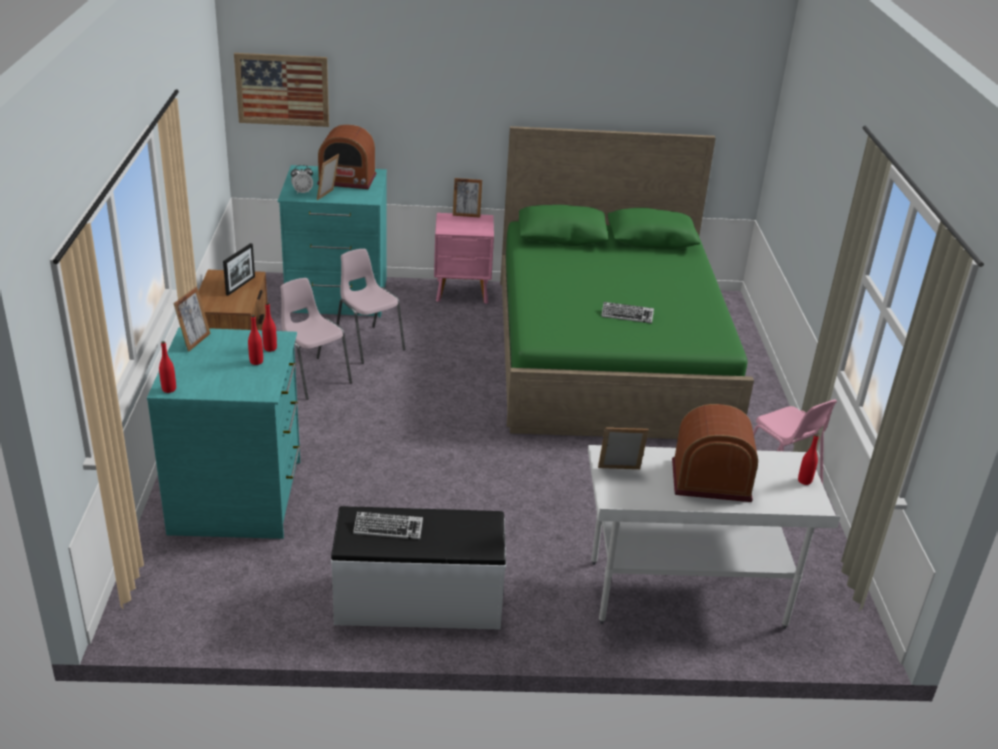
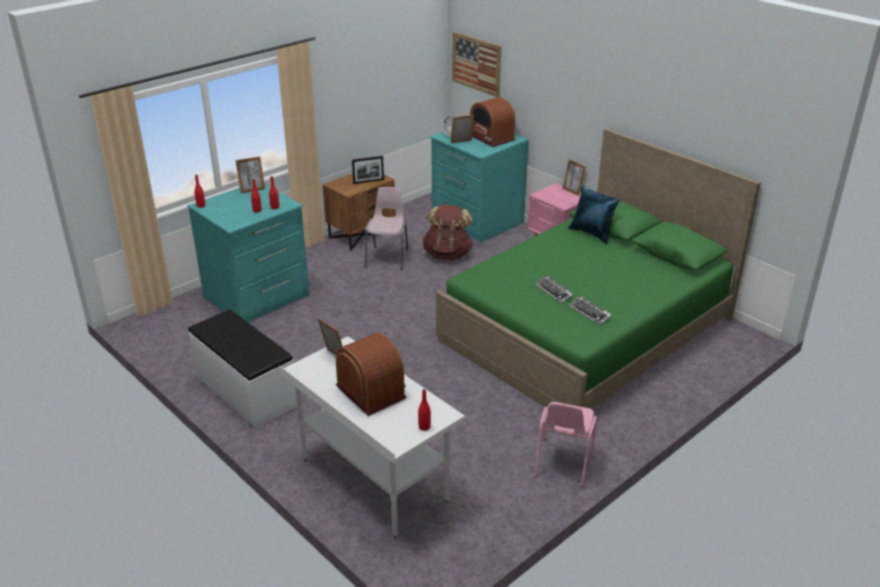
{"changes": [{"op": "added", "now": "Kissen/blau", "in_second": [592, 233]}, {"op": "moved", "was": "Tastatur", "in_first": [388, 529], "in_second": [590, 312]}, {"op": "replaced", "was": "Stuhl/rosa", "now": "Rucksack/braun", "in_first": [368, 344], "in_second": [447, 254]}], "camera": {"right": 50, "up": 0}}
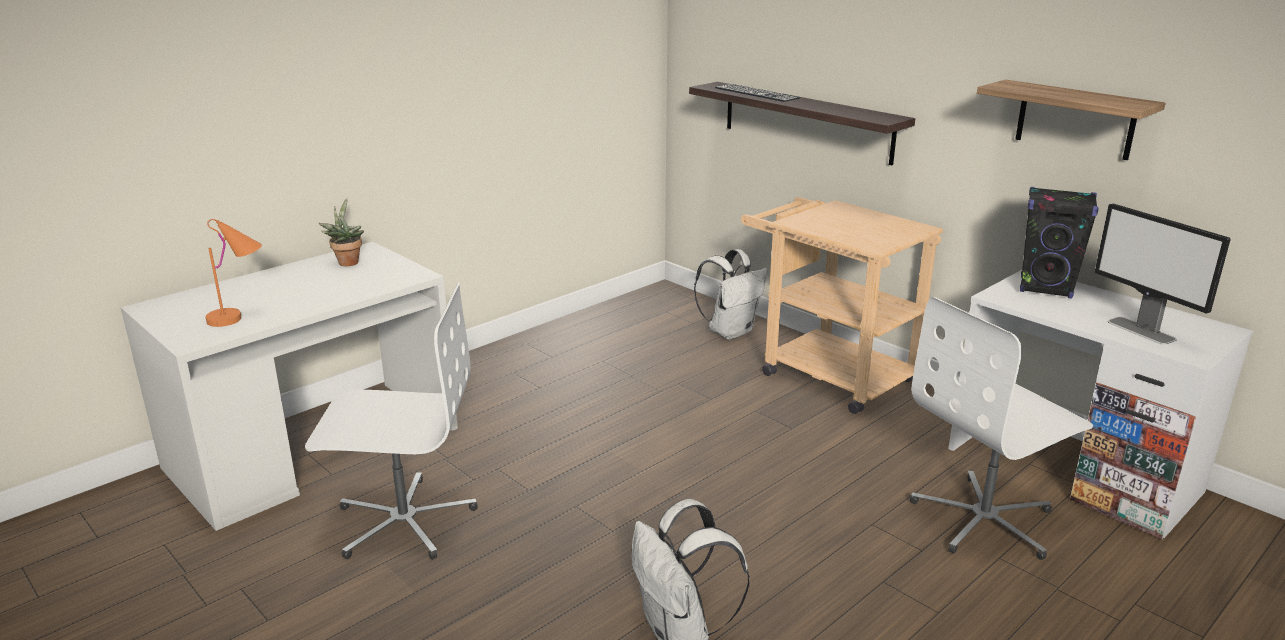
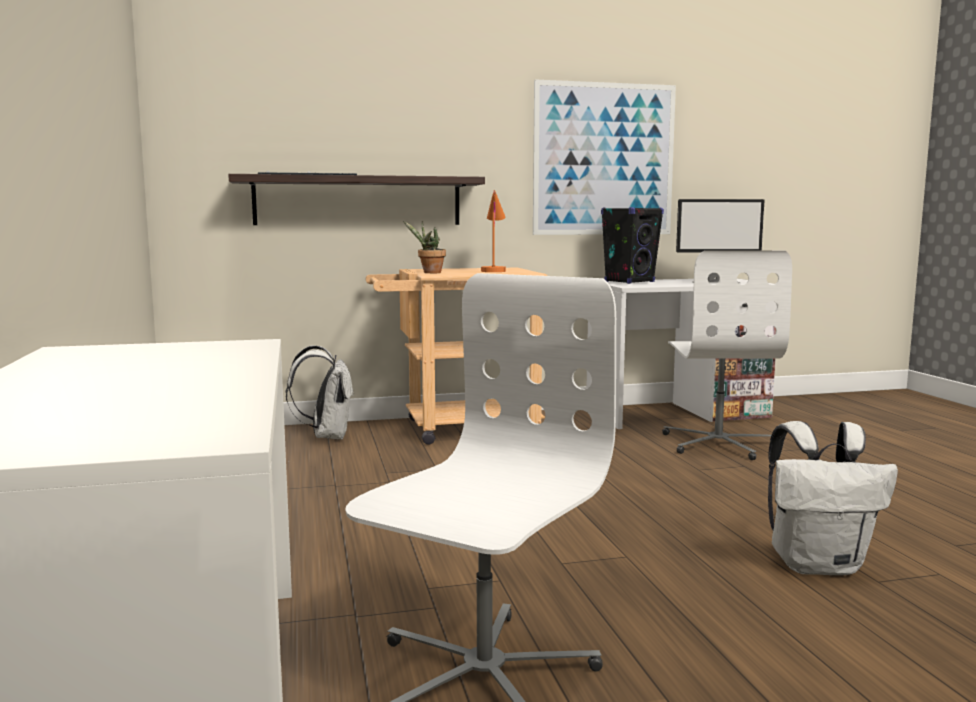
{"changes": [{"op": "moved", "was": "Tischlampe/orange", "in_first": [240, 317], "in_second": [494, 270]}, {"op": "moved", "was": "Topfpflanze", "in_first": [347, 262], "in_second": [429, 272]}, {"op": "replaced", "was": "Wandregal", "now": "Bild", "in_first": [1075, 120], "in_second": [604, 159]}], "camera": {"right": -60, "up": -15}}
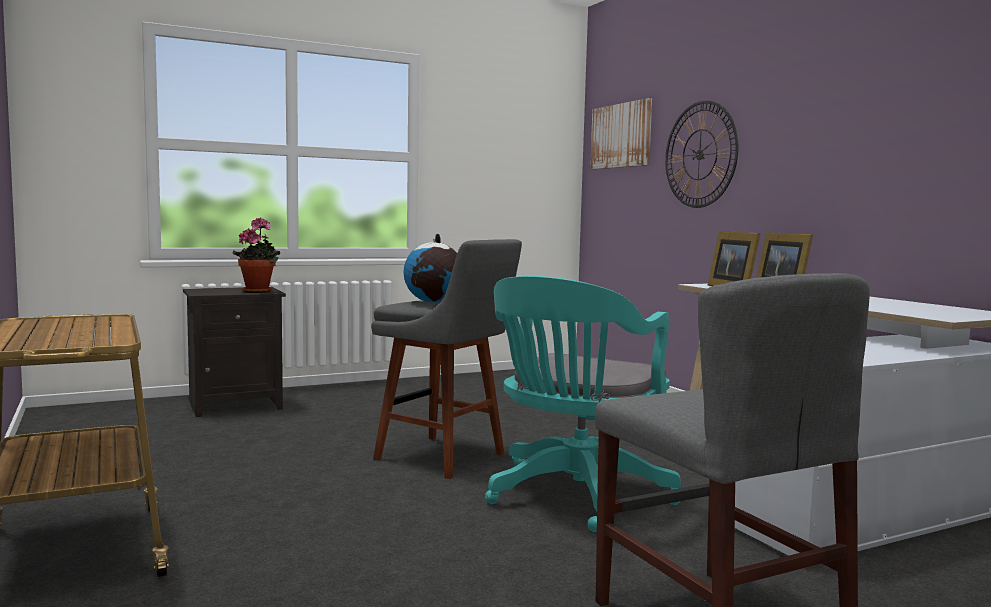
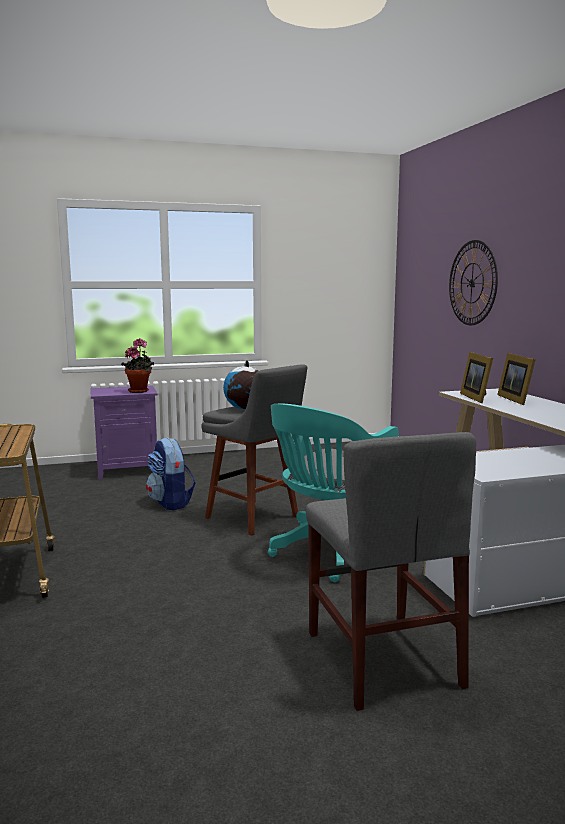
{"changes": [{"op": "removed", "was": "Bild", "in_first": [621, 136]}, {"op": "added", "now": "Rucksack", "in_second": [171, 503]}, {"op": "recoloured", "was": "Nachttisch/schwarz", "now": "Nachttisch/lila", "in_first": [236, 405], "in_second": [128, 470]}], "camera": {"right": 10, "up": 5}}
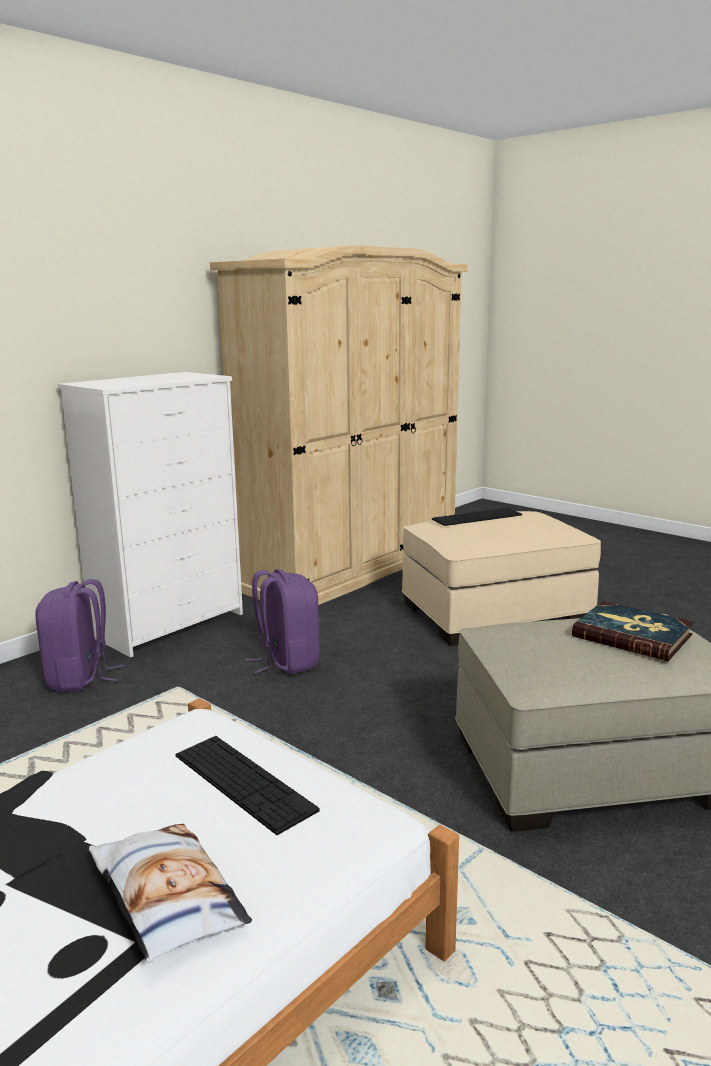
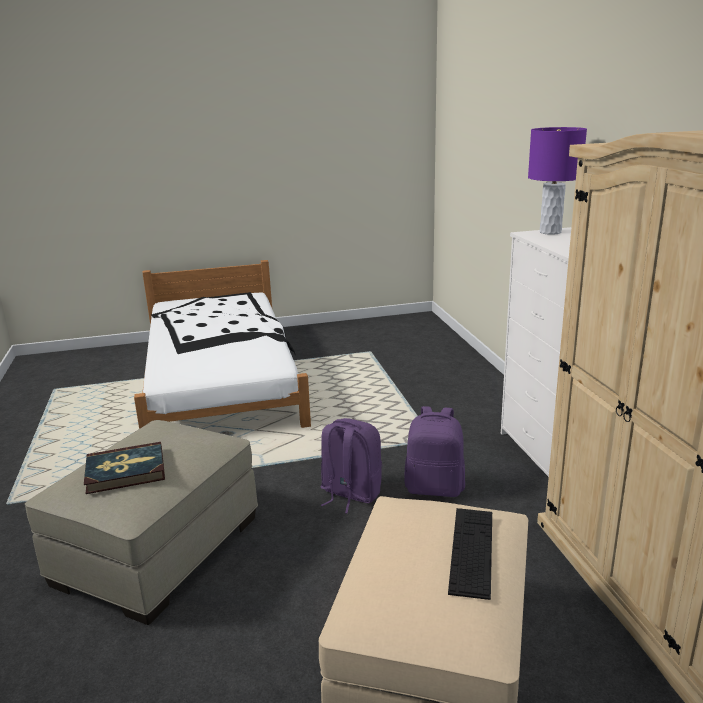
{"changes": [{"op": "removed", "was": "Kissen", "in_first": [165, 898]}, {"op": "removed", "was": "Tastatur", "in_first": [243, 782]}, {"op": "added", "now": "Tischlampe/lila", "in_second": [550, 232]}, {"op": "moved", "was": "Rucksack/lila", "in_first": [79, 678], "in_second": [350, 494]}], "camera": {"right": 125, "up": 5}}
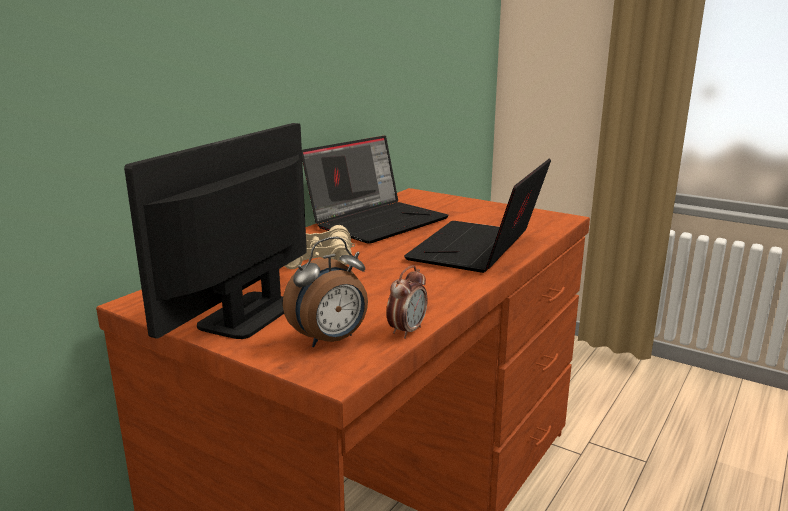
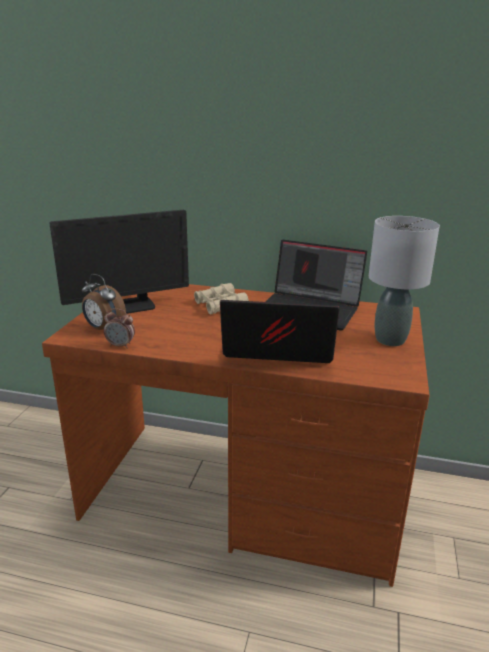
{"changes": [{"op": "added", "now": "Tischlampe/grau", "in_second": [389, 340]}, {"op": "turned", "was": "Monitor", "in_first": [248, 315], "in_second": [128, 306], "clockwise": 150}], "camera": {"right": 70, "up": 5}}
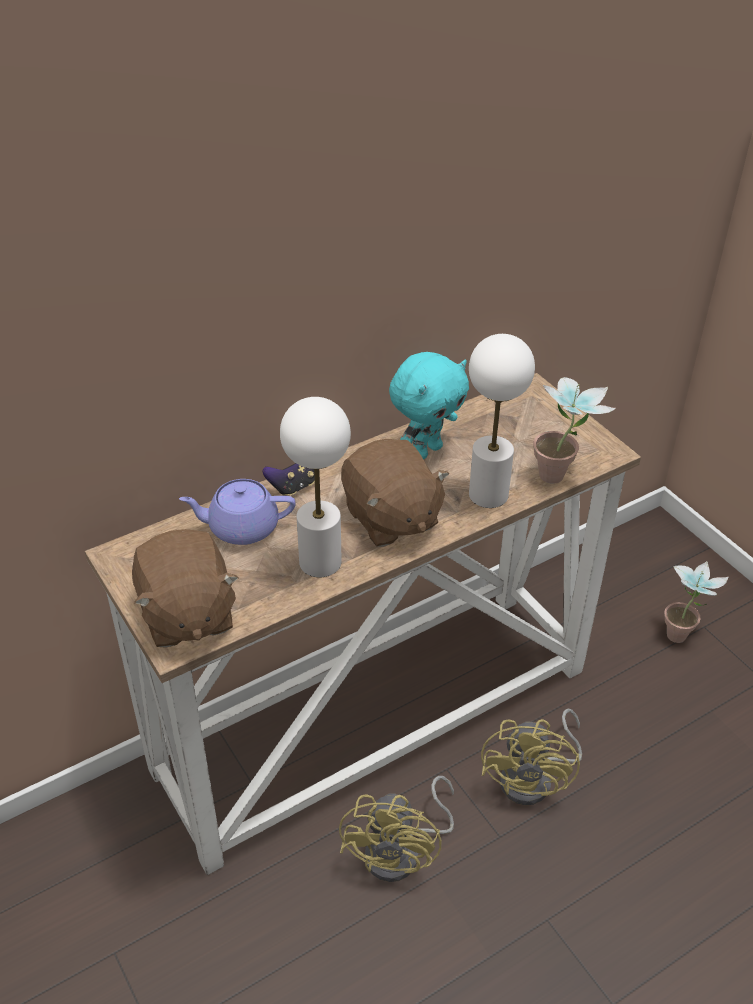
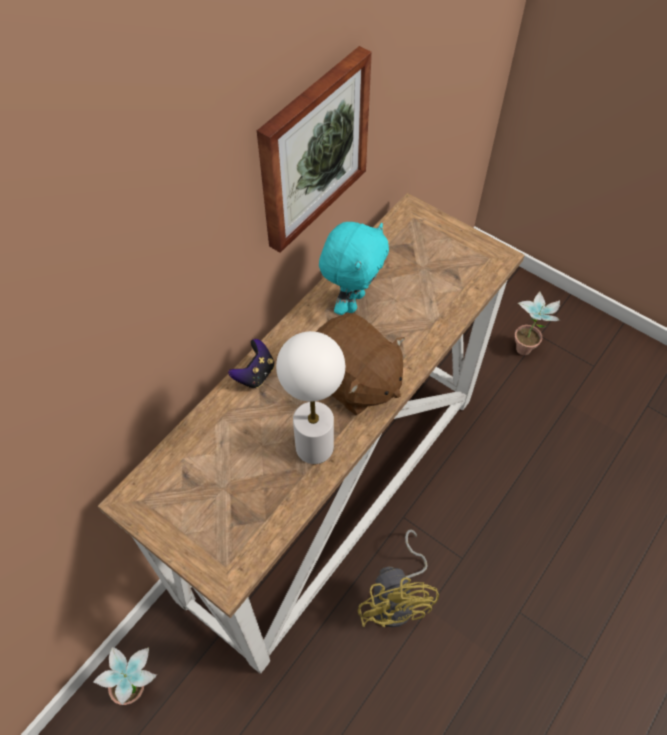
{"changes": [{"op": "removed", "was": "Plüschtier/braun", "in_first": [186, 615]}, {"op": "removed", "was": "Teekanne/lila", "in_first": [241, 527]}, {"op": "removed", "was": "Tischlampe/weiß", "in_first": [487, 494]}, {"op": "removed", "was": "Ventilator/gelb", "in_first": [534, 779]}, {"op": "added", "now": "Bild", "in_second": [312, 150]}, {"op": "moved", "was": "Topfpflanze", "in_first": [561, 476], "in_second": [141, 688]}], "camera": {"right": -20, "up": 15}}
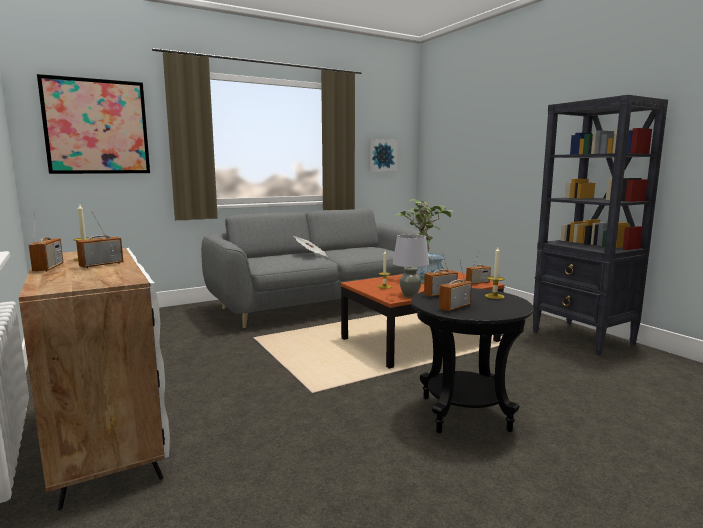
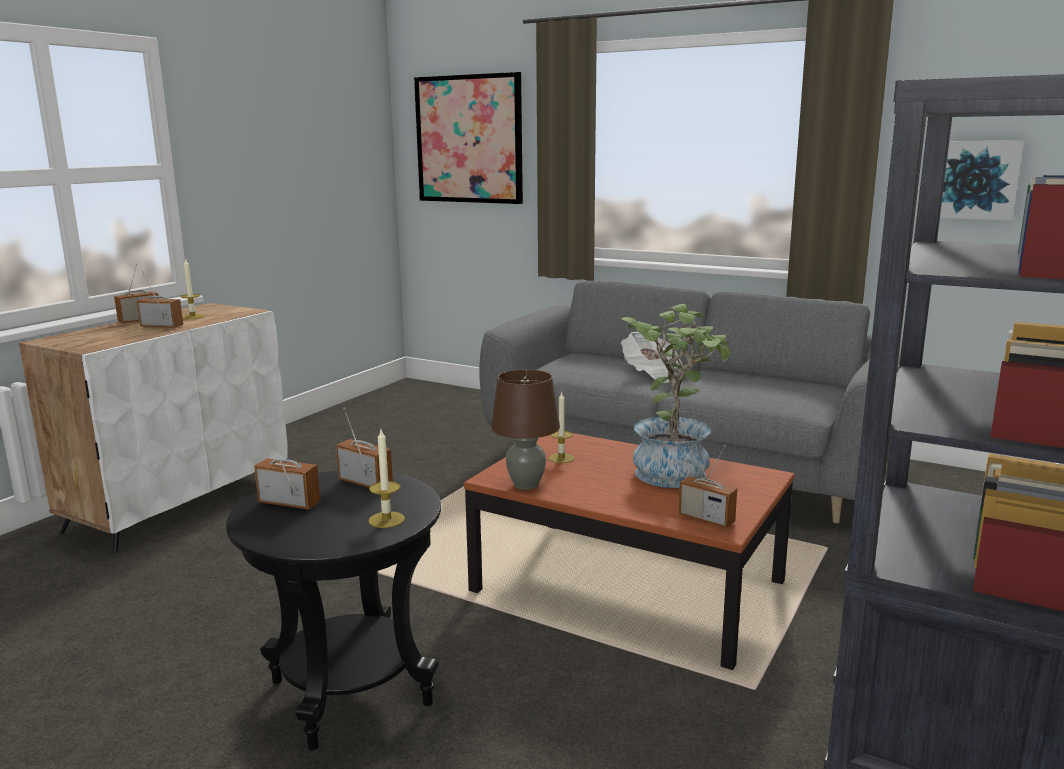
{"changes": [{"op": "recoloured", "was": "Tischlampe/grau", "now": "Tischlampe/braun", "in_first": [410, 295], "in_second": [526, 485]}], "camera": {"right": 60, "up": 5}}
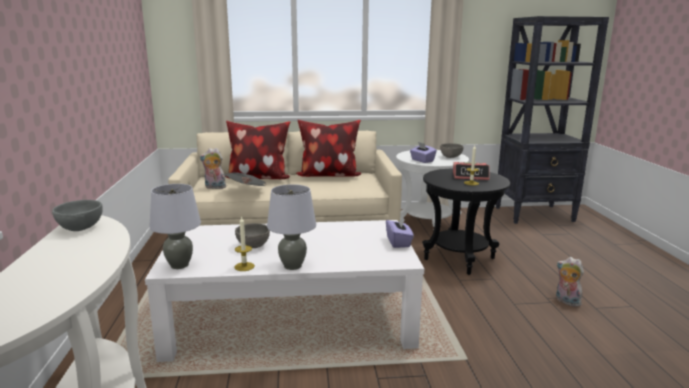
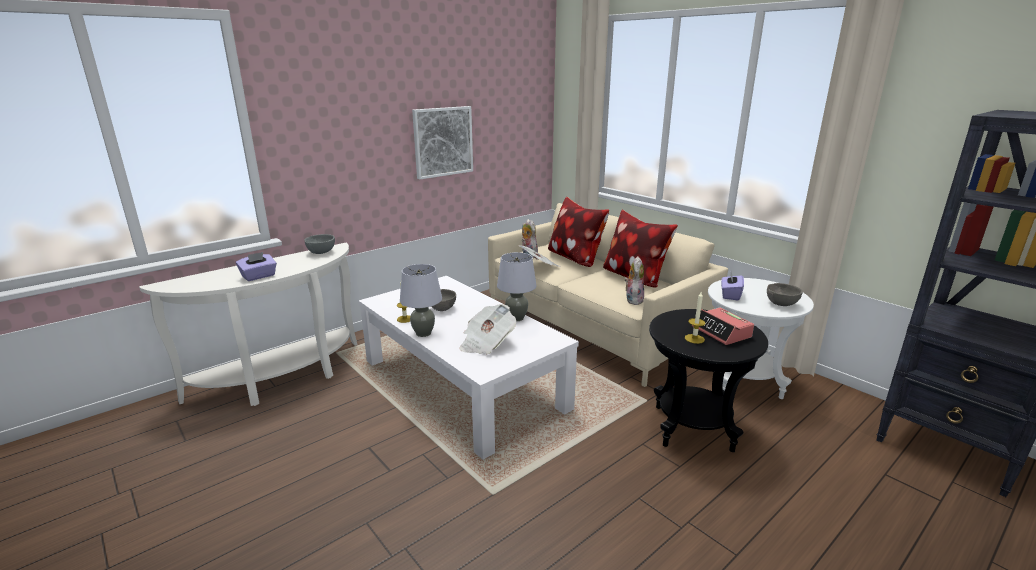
{"changes": [{"op": "added", "now": "Bild", "in_second": [443, 141]}, {"op": "added", "now": "Zeitung", "in_second": [486, 343]}, {"op": "moved", "was": "Tischlampe/grau", "in_first": [179, 265], "in_second": [516, 318]}, {"op": "moved", "was": "Taschentuchbox/lila", "in_first": [399, 242], "in_second": [259, 276]}, {"op": "moved", "was": "Plüschtier", "in_first": [566, 301], "in_second": [633, 299]}], "camera": {"right": 55, "up": 5}}
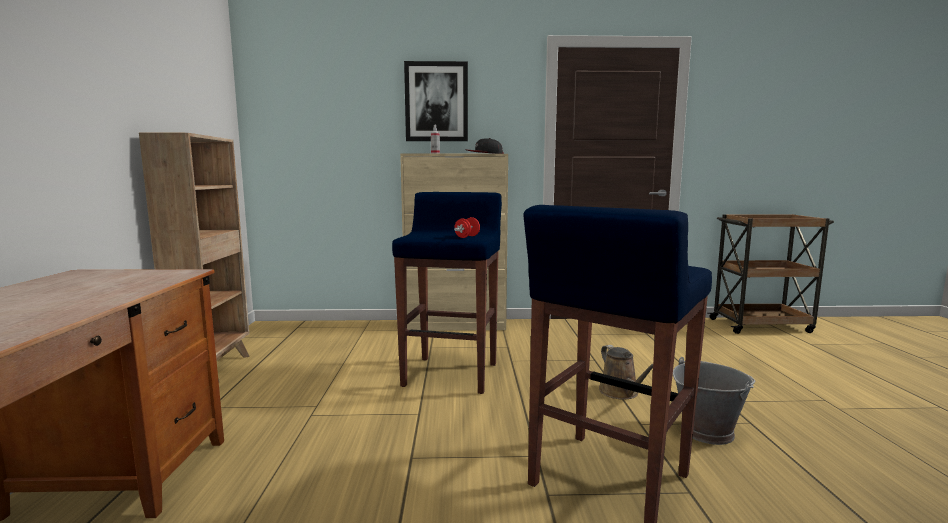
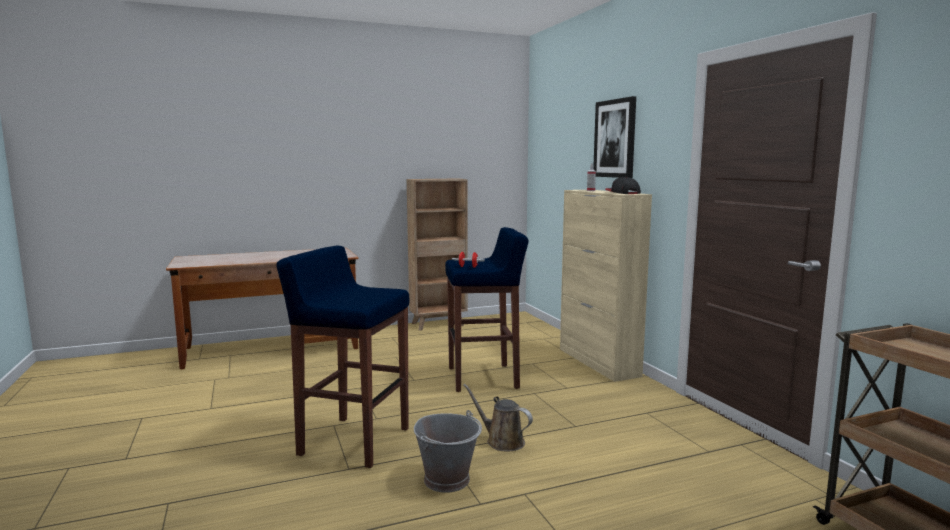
{"changes": [{"op": "turned", "was": "Gießkanne/braun", "in_first": [621, 392], "in_second": [502, 441], "clockwise": 75}], "camera": {"right": 70, "up": 0}}
